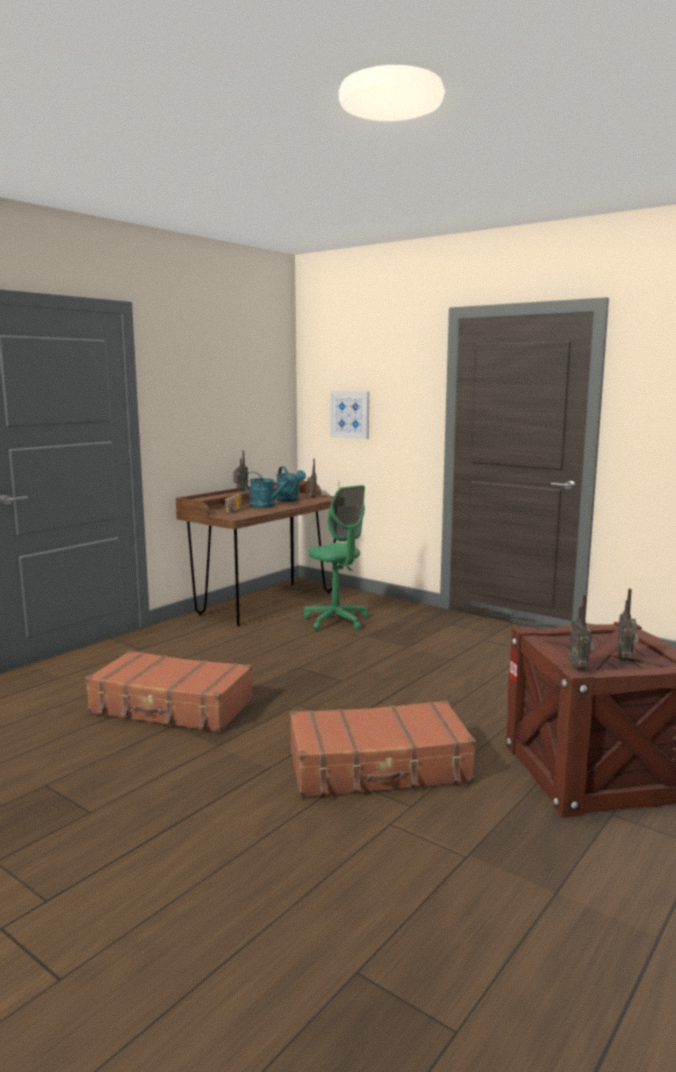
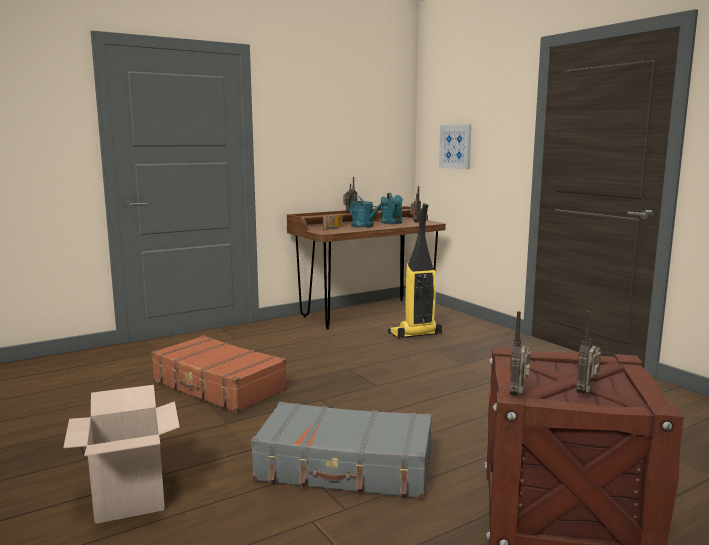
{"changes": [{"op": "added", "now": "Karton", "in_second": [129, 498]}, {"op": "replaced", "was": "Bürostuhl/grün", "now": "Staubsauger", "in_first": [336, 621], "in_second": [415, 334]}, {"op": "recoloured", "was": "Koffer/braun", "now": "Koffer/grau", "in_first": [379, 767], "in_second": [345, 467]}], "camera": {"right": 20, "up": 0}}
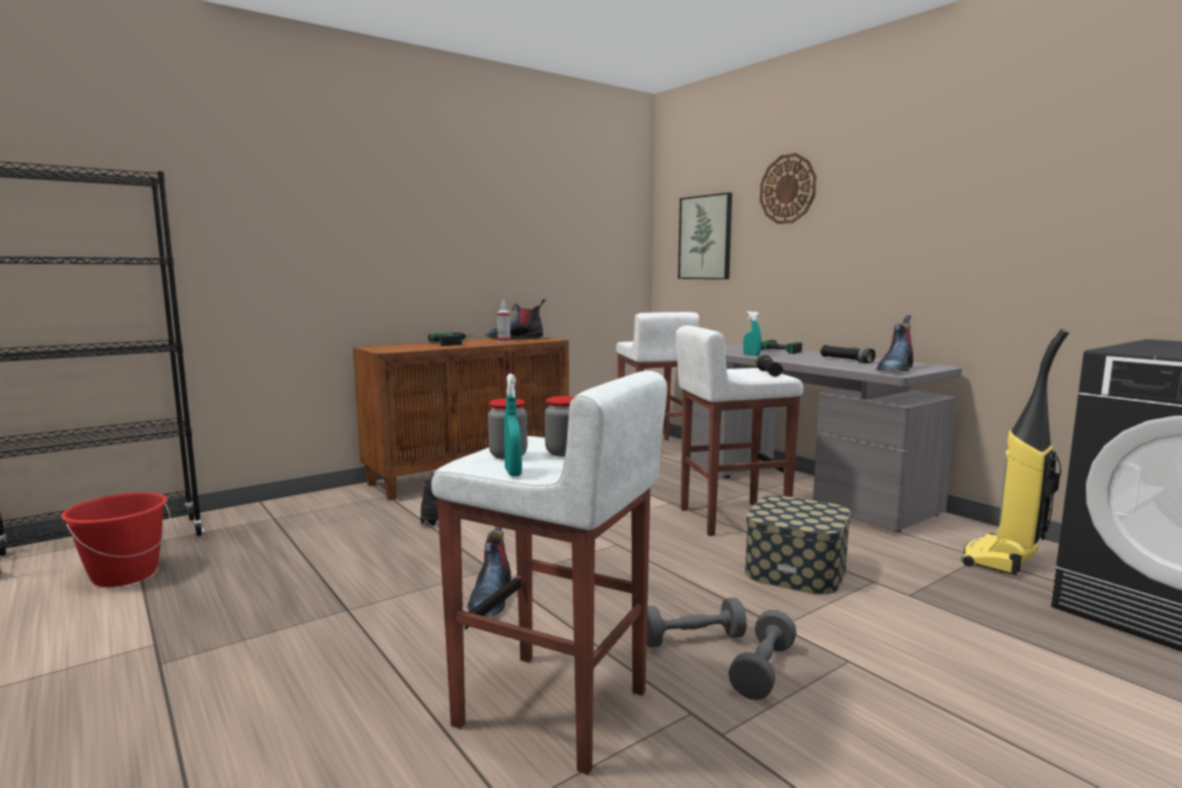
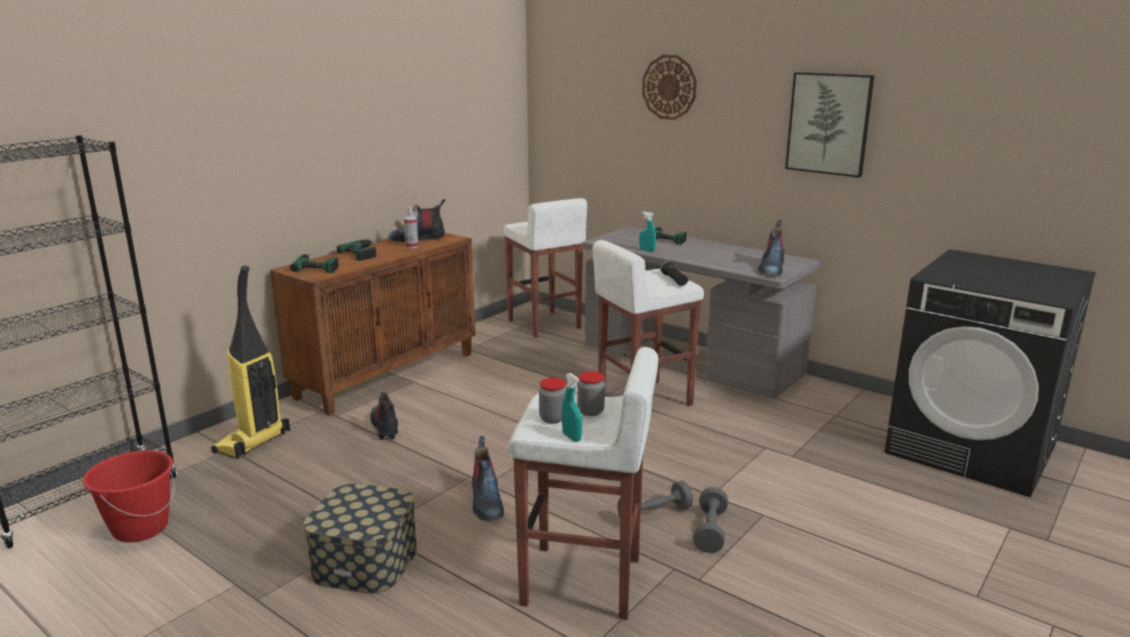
{"changes": [{"op": "removed", "was": "Taschenlampe/schwarz", "in_first": [846, 360]}, {"op": "added", "now": "Bohrmaschine", "in_second": [318, 265]}, {"op": "moved", "was": "Bild", "in_first": [705, 237], "in_second": [829, 123]}, {"op": "moved", "was": "Aufbewahrungsbox", "in_first": [795, 570], "in_second": [365, 561]}, {"op": "moved", "was": "Staubsauger", "in_first": [1002, 559], "in_second": [253, 443]}], "camera": {"right": -15, "up": 10}}
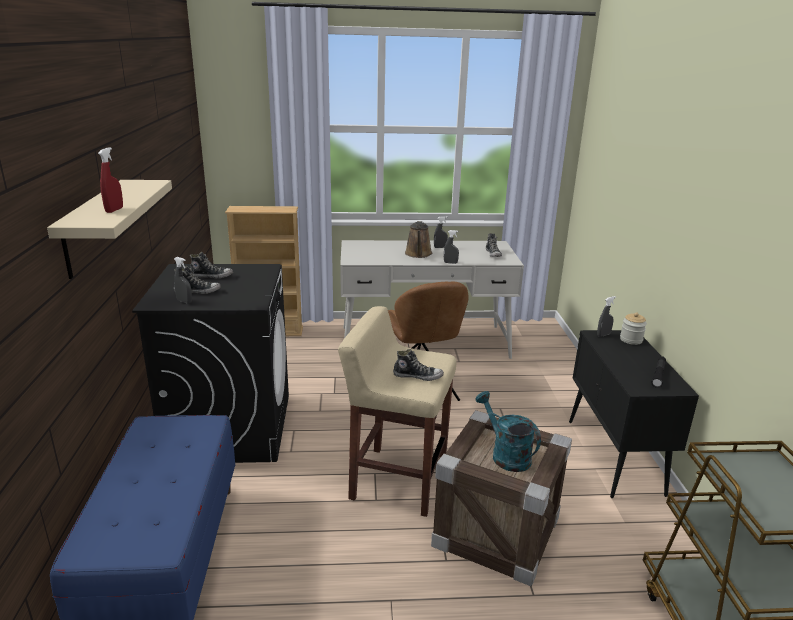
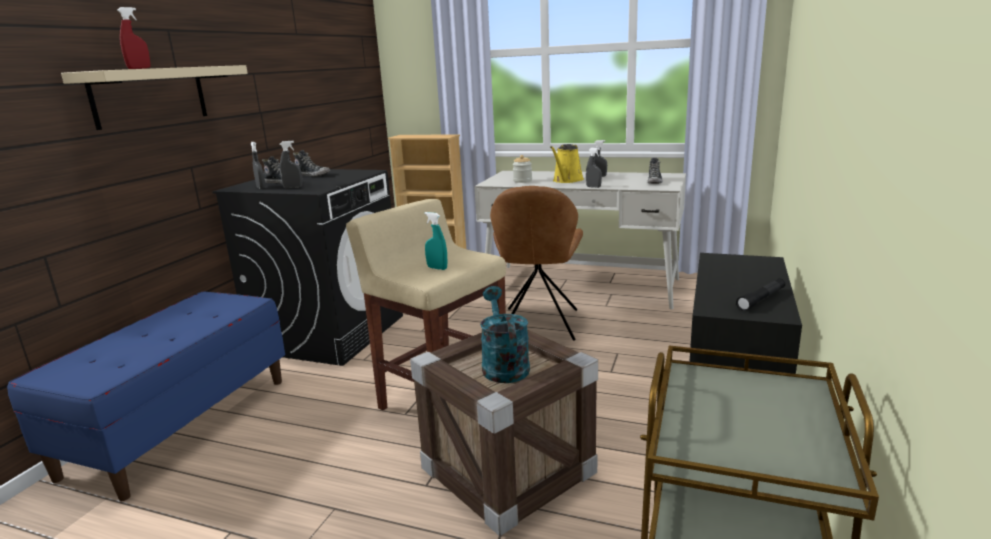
{"changes": [{"op": "moved", "was": "Sprühflasche/grau", "in_first": [603, 335], "in_second": [293, 187]}, {"op": "moved", "was": "Vorratsglas", "in_first": [631, 340], "in_second": [522, 181]}, {"op": "replaced", "was": "Schuh", "now": "Sprühflasche/türkis", "in_first": [418, 376], "in_second": [437, 268]}, {"op": "recoloured", "was": "Gießkanne/braun", "now": "Gießkanne/gelb", "in_first": [418, 254], "in_second": [567, 180]}], "camera": {"right": 25, "up": -5}}
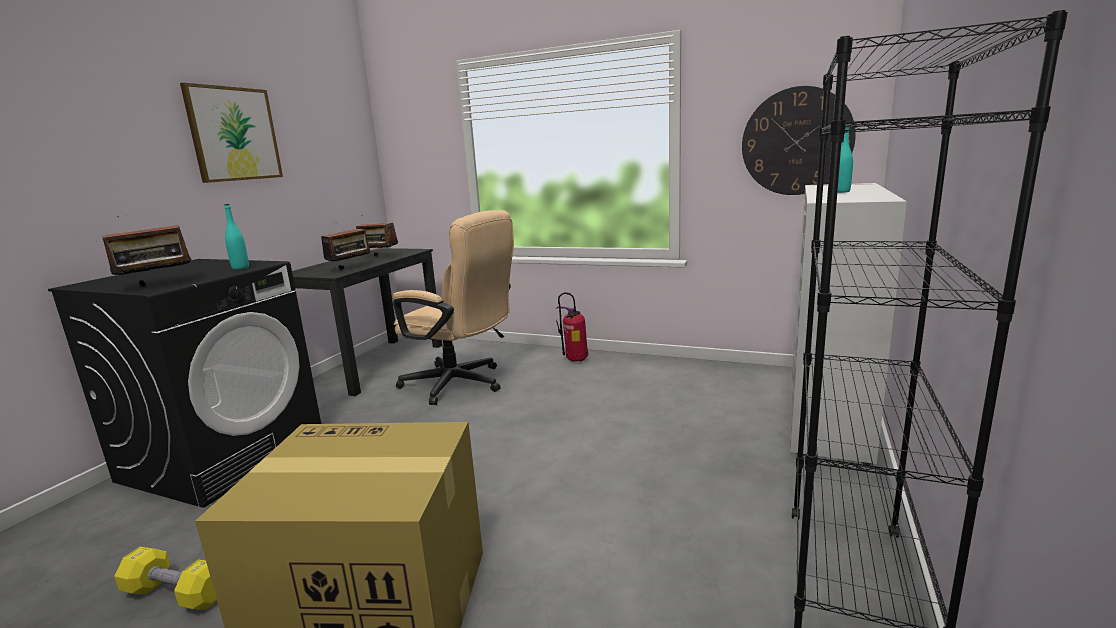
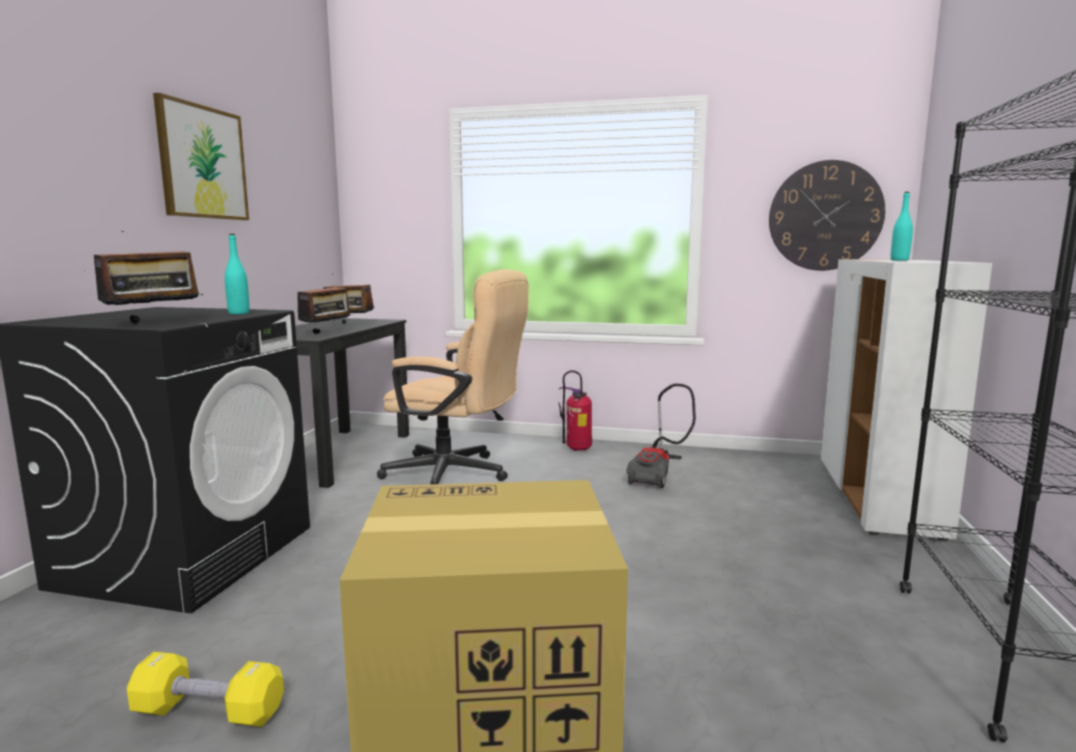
{"changes": [{"op": "added", "now": "Staubsauger", "in_second": [657, 475]}], "camera": {"right": -10, "up": -5}}
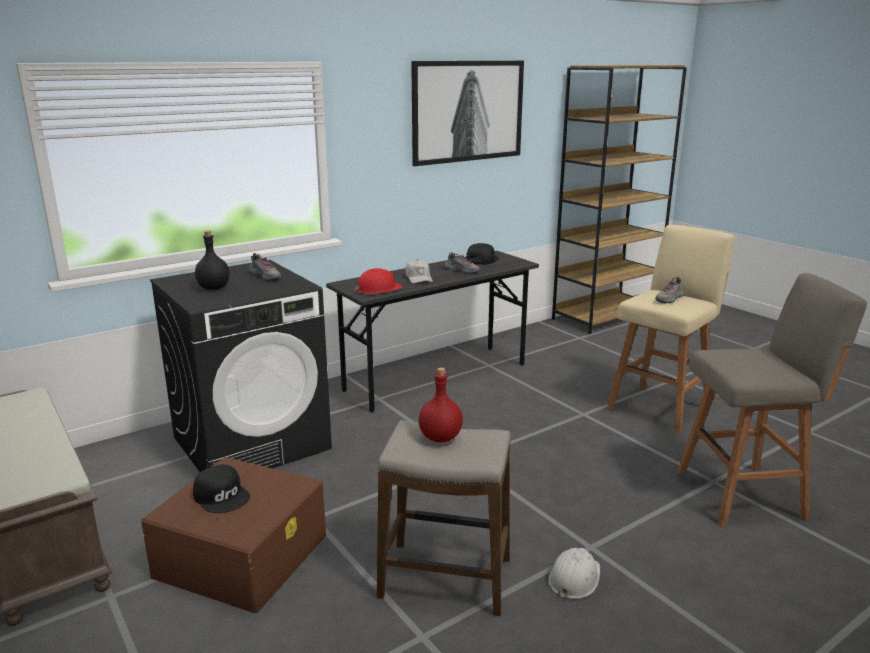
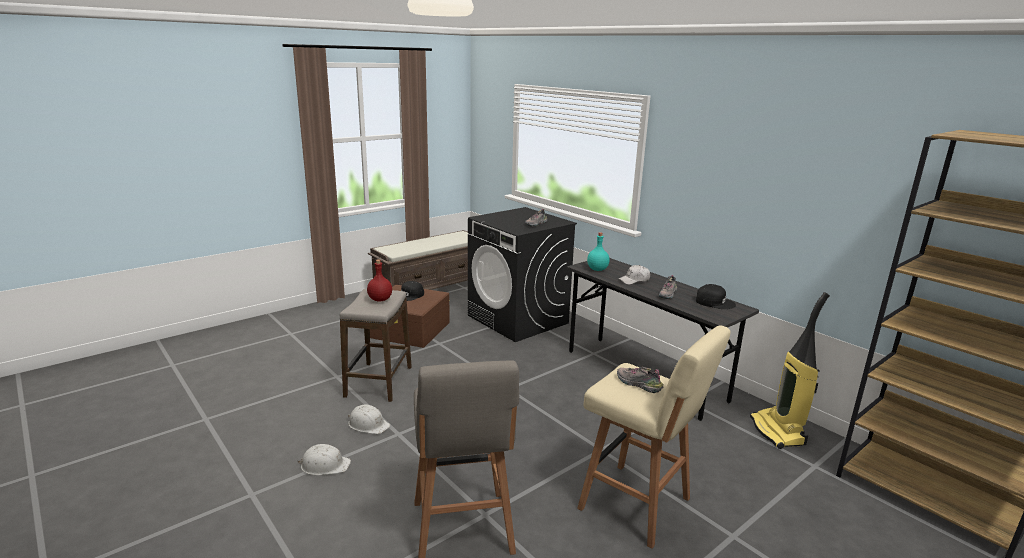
{"changes": [{"op": "removed", "was": "Flasche/schwarz", "in_first": [214, 288]}, {"op": "removed", "was": "Bild", "in_first": [467, 111]}, {"op": "added", "now": "Schutzhelm/weiß", "in_second": [325, 465]}, {"op": "added", "now": "Staubsauger", "in_second": [778, 432]}, {"op": "replaced", "was": "Schutzhelm/rot", "now": "Flasche/türkis", "in_first": [378, 289], "in_second": [597, 269]}], "camera": {"right": 85, "up": 0}}
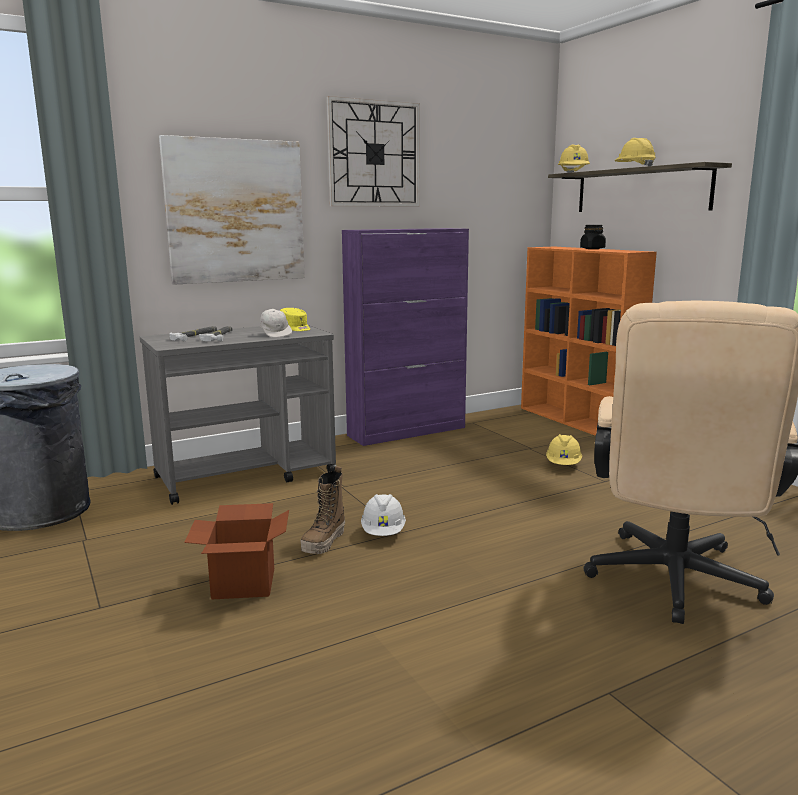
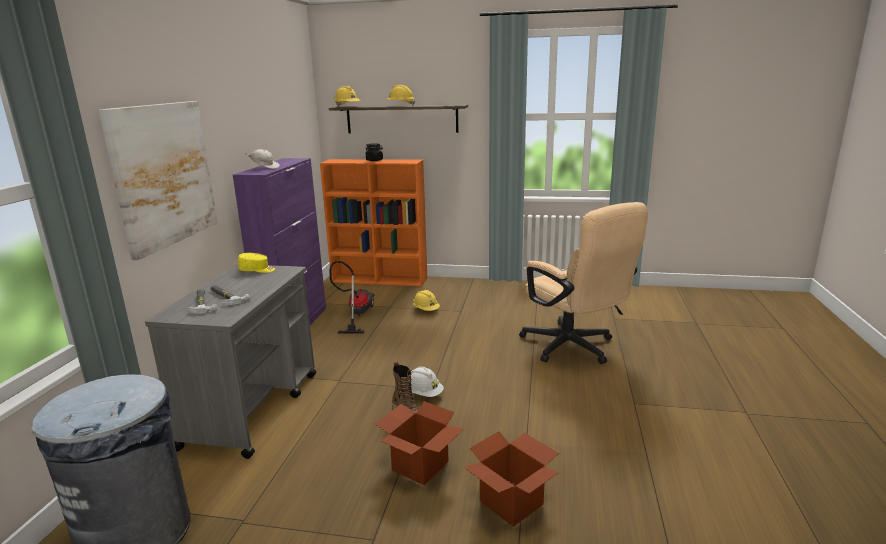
{"changes": [{"op": "removed", "was": "Wanduhr", "in_first": [374, 154]}, {"op": "added", "now": "Staubsauger", "in_second": [356, 315]}, {"op": "added", "now": "Karton", "in_second": [511, 503]}, {"op": "moved", "was": "Kappe/weiß", "in_first": [275, 334], "in_second": [265, 167]}], "camera": {"right": -50, "up": 5}}
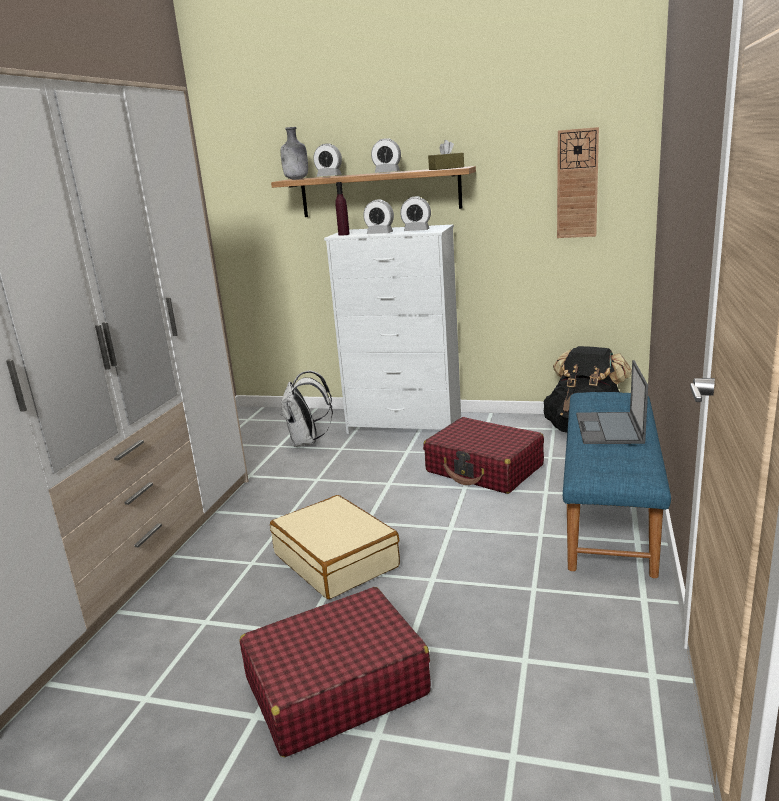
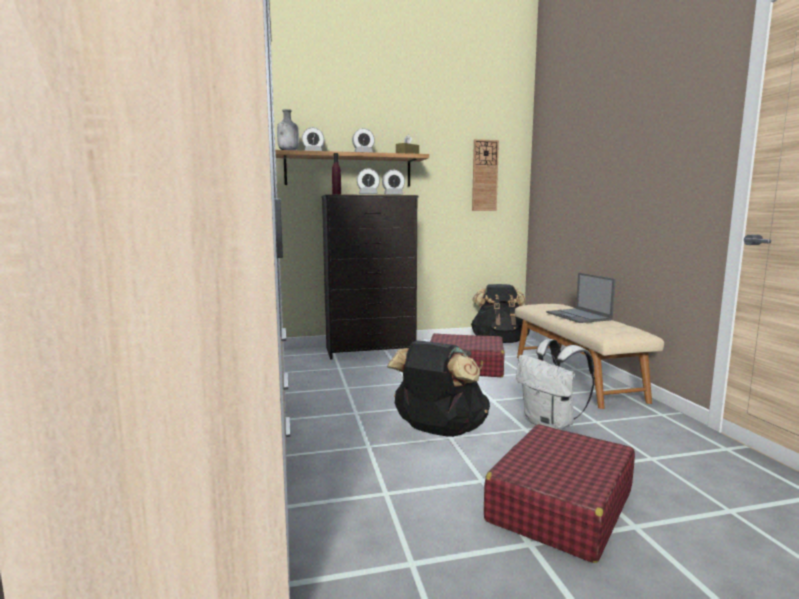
{"changes": [{"op": "moved", "was": "Rucksack/weiß", "in_first": [307, 442], "in_second": [551, 424]}, {"op": "replaced", "was": "Koffer/beige", "now": "Rucksack/schwarz", "in_first": [336, 560], "in_second": [438, 431]}, {"op": "recoloured", "was": "Kommode/weiß", "now": "Kommode/schwarz", "in_first": [405, 425], "in_second": [371, 350]}, {"op": "recoloured", "was": "Bank/blau", "now": "Bank/beige", "in_first": [610, 511], "in_second": [576, 377]}], "camera": {"right": -30, "up": -10}}
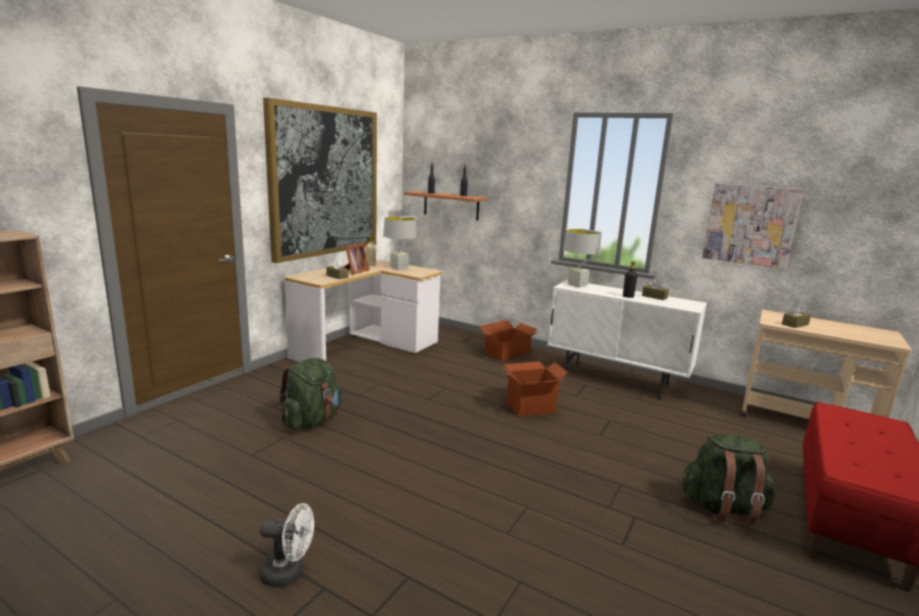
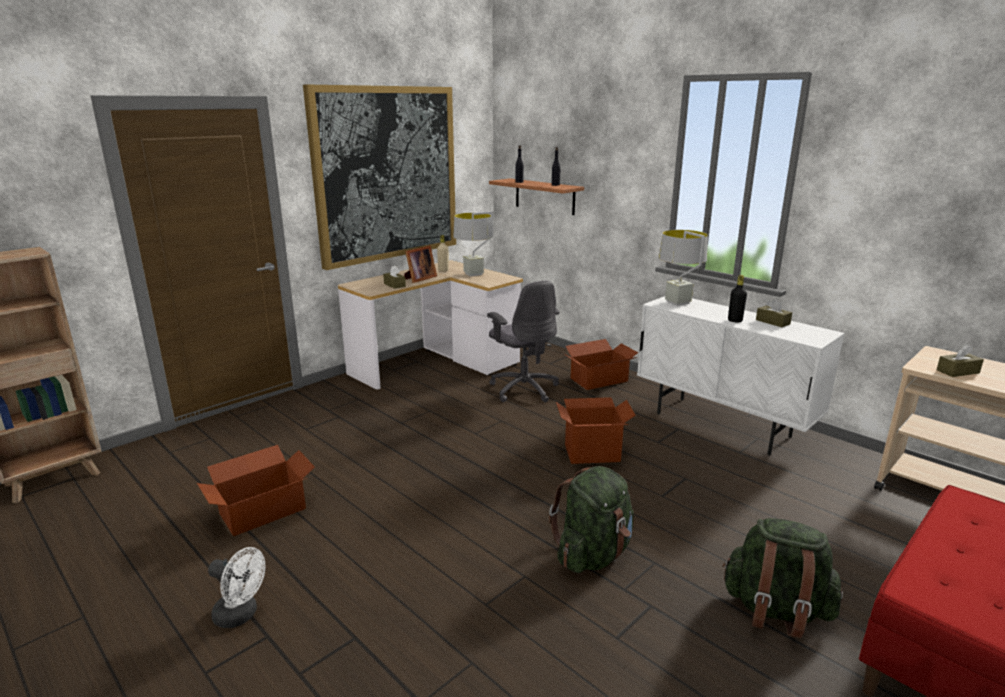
{"changes": [{"op": "removed", "was": "Bild", "in_first": [750, 225]}, {"op": "added", "now": "Karton", "in_second": [262, 511]}, {"op": "added", "now": "Bürostuhl/grau", "in_second": [523, 389]}, {"op": "moved", "was": "Rucksack/grün", "in_first": [312, 421], "in_second": [593, 554]}], "camera": {"right": 15, "up": 5}}
